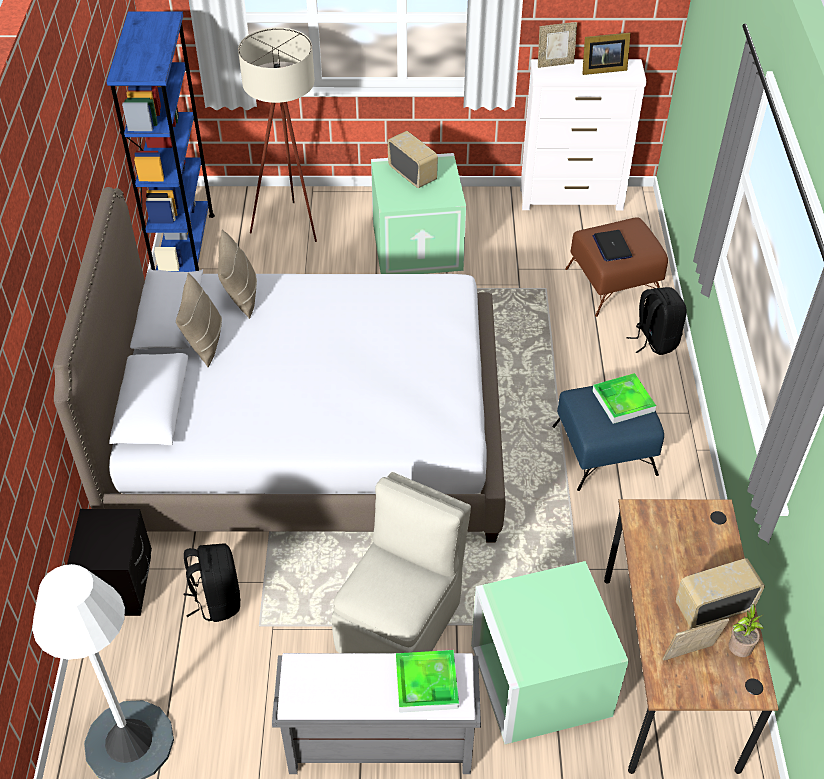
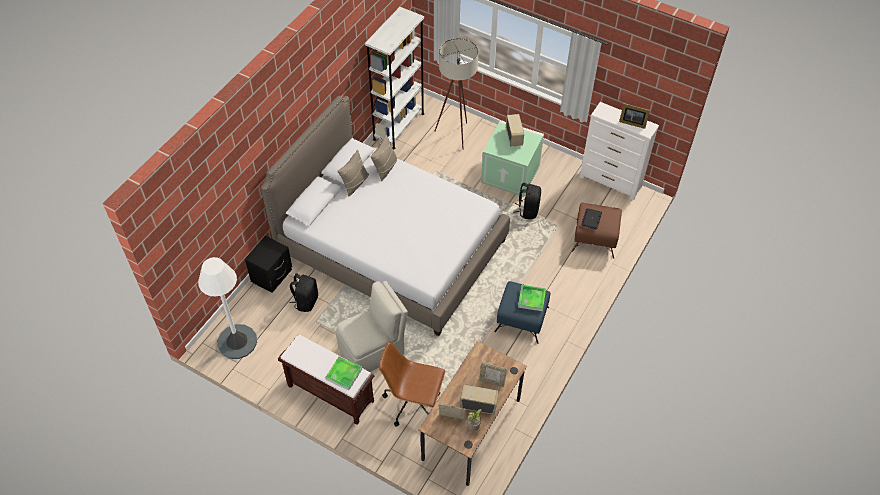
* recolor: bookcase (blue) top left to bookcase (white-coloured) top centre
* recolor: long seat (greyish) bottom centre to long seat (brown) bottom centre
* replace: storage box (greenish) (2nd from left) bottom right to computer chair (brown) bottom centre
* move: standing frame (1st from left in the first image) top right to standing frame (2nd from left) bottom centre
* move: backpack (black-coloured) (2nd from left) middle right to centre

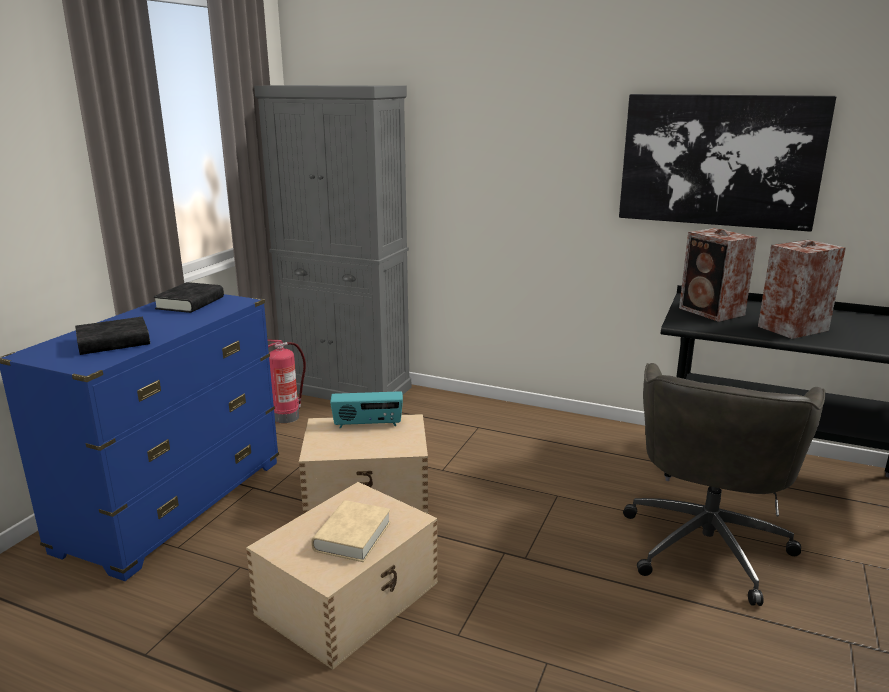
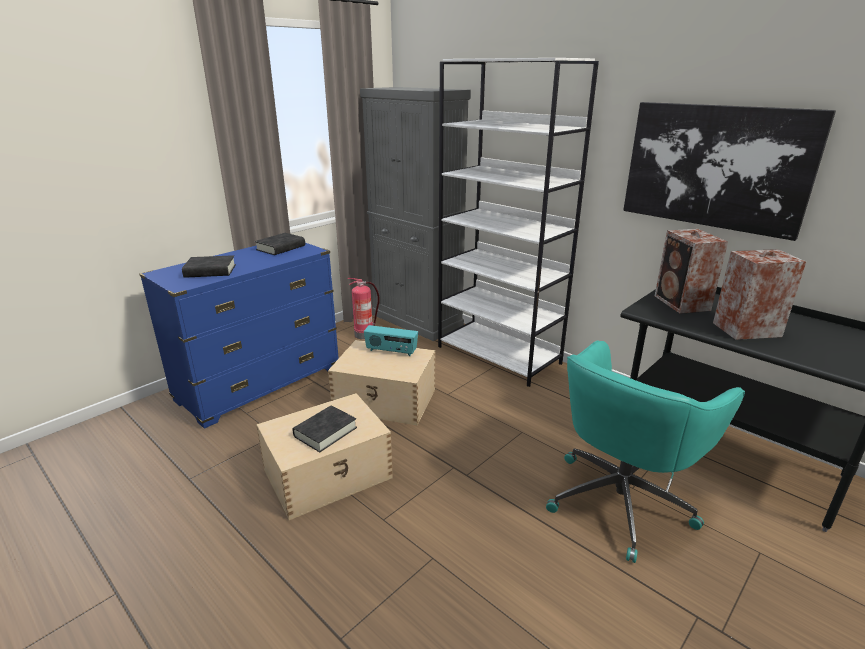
* recolor: bound book (sand-coloured) bottom centre to bound book (black-coloured) (3rd from left) centre
* recolor: computer chair (greyish) bottom right to computer chair (blue-green) bottom right
* insert: bookcase (white-coloured) centre

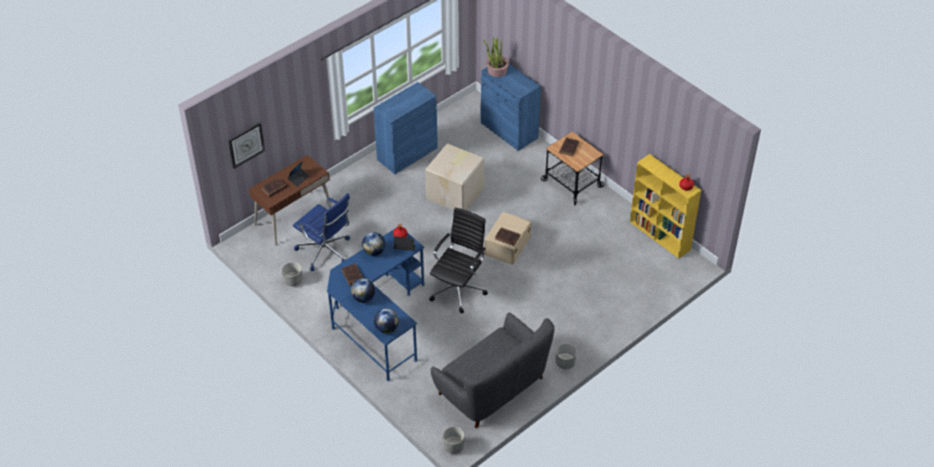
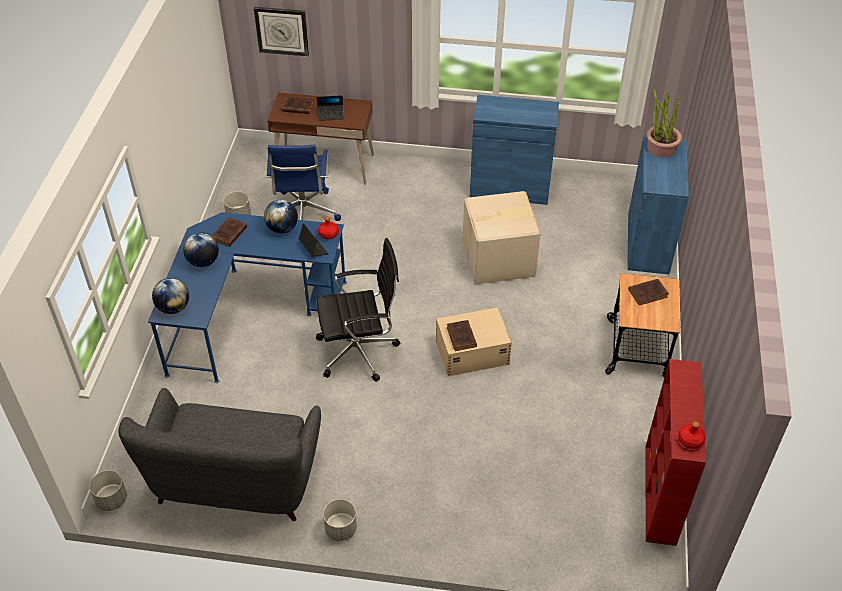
* recolor: bookcase (yellowish) middle right to bookcase (reddish) bottom right

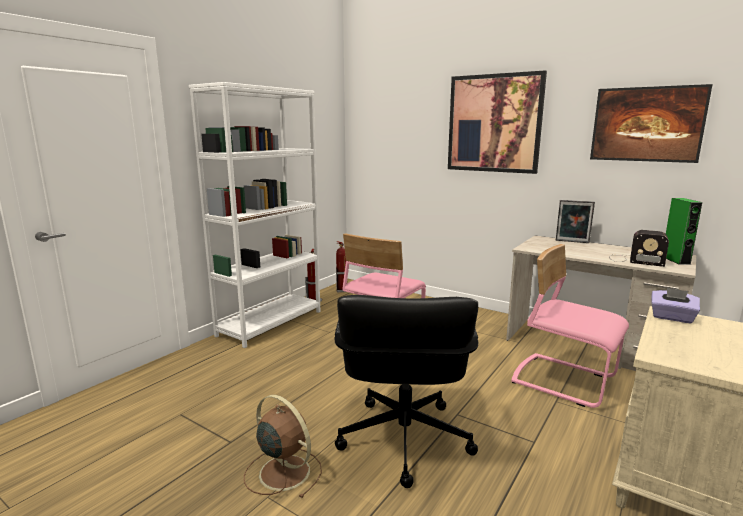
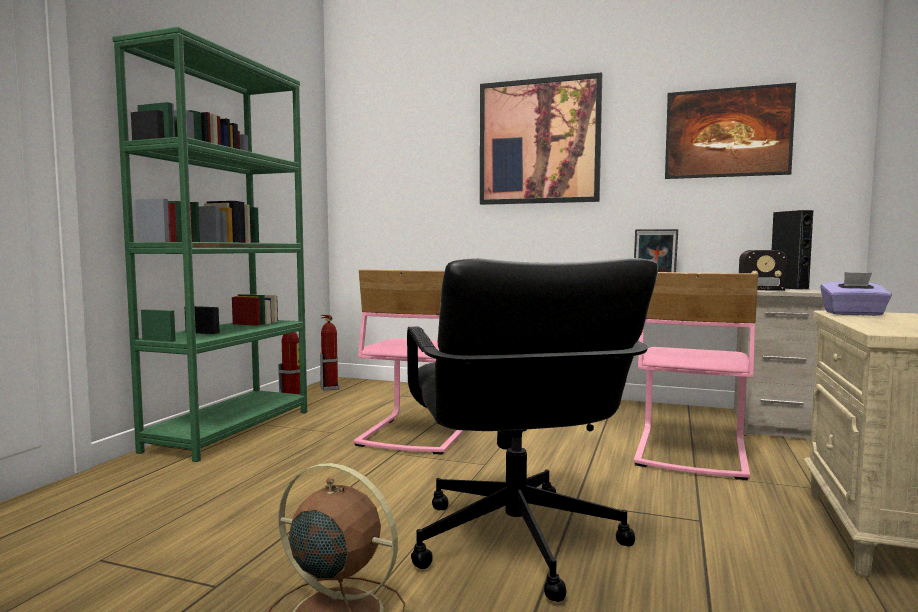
* recolor: bookcase (white-coloured) centre to bookcase (greenish) middle left
* rotate: chair (pinkish) (2nd from left) middle right = middle right 90 degrees counterclockwise
* recolor: loudspeaker (greenish) middle right to loudspeaker (black-coloured) middle right

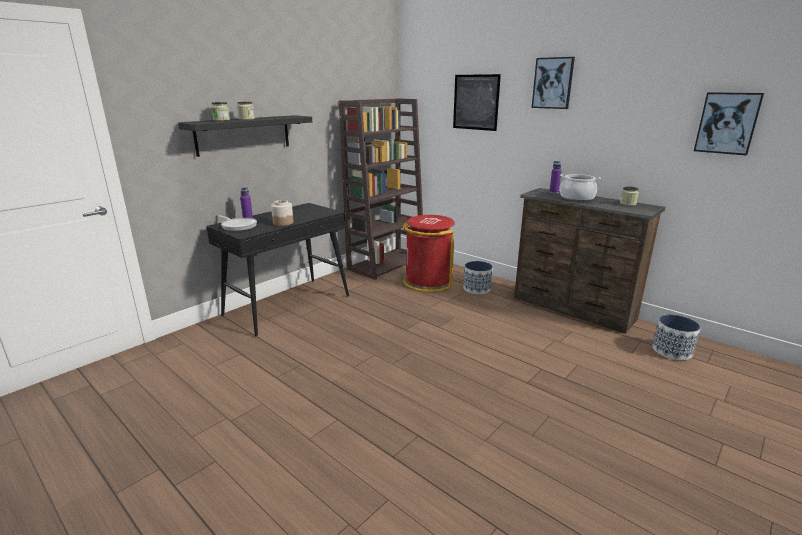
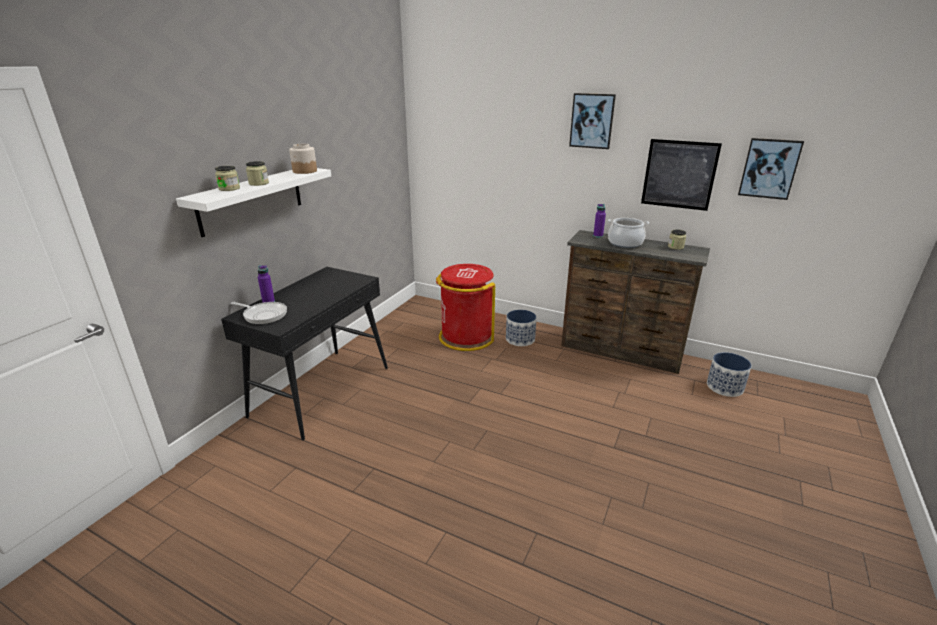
* recolor: shelf (black-coloured) top left to shelf (white-coloured) top left
* move: jar (3rd from left) centre to top left
* delete: bookcase (brown) centre
* move: wall picture (1st from left in the first image) top centre to wall picture (2nd from left) top right

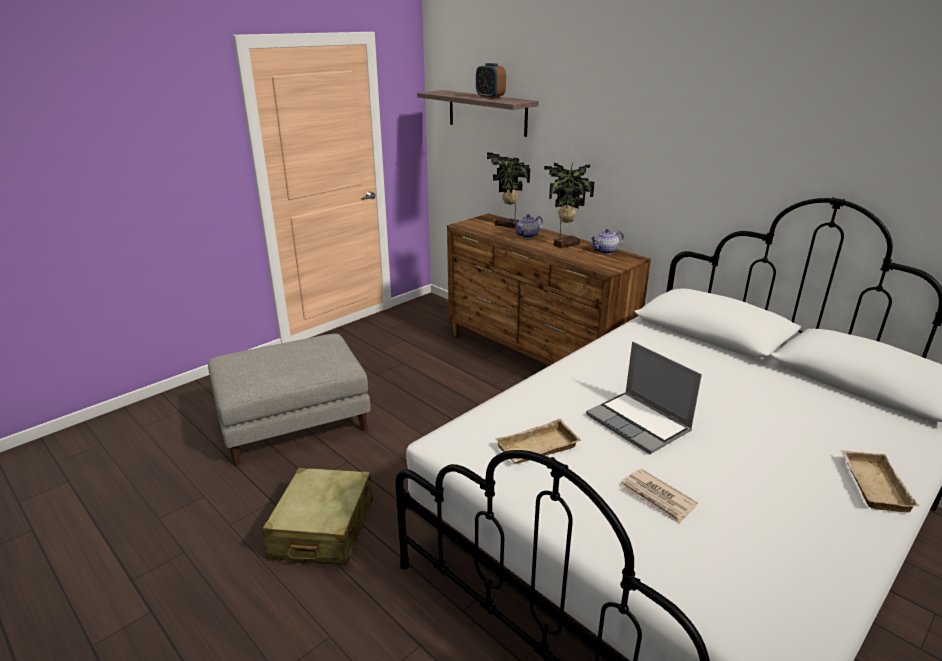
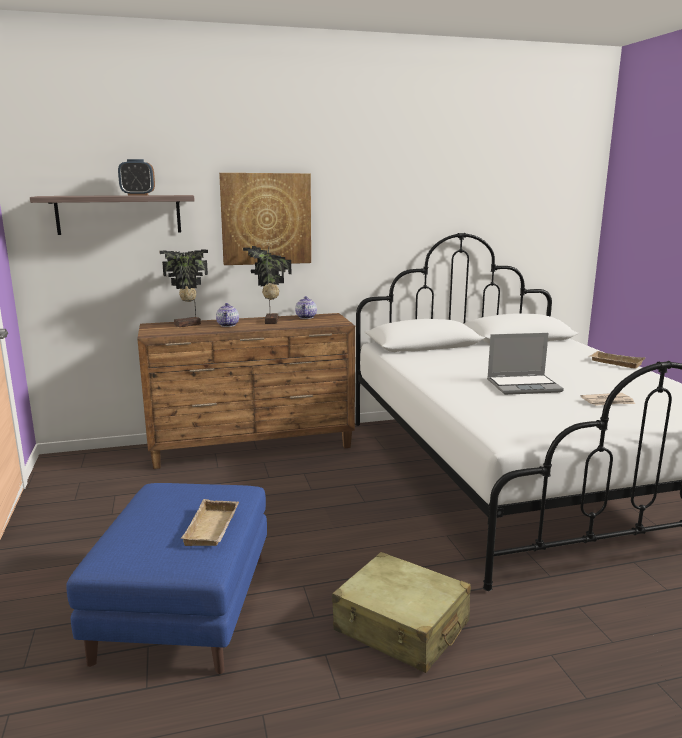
* recolor: footrest (greyish) middle left to footrest (blue) bottom left
* move: carrying tray (sand-coloured) (1st from left) bottom centre to bottom left
* insert: wall picture top centre

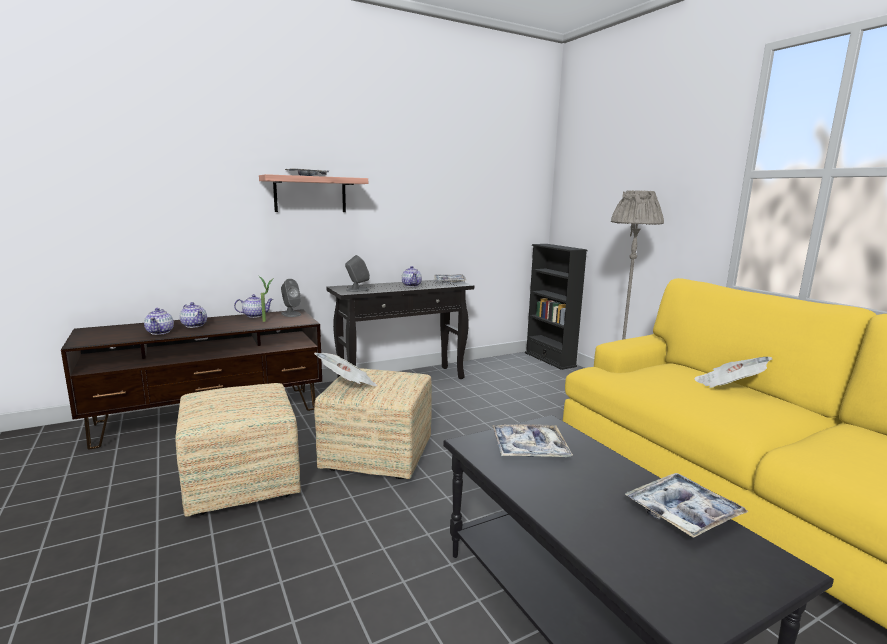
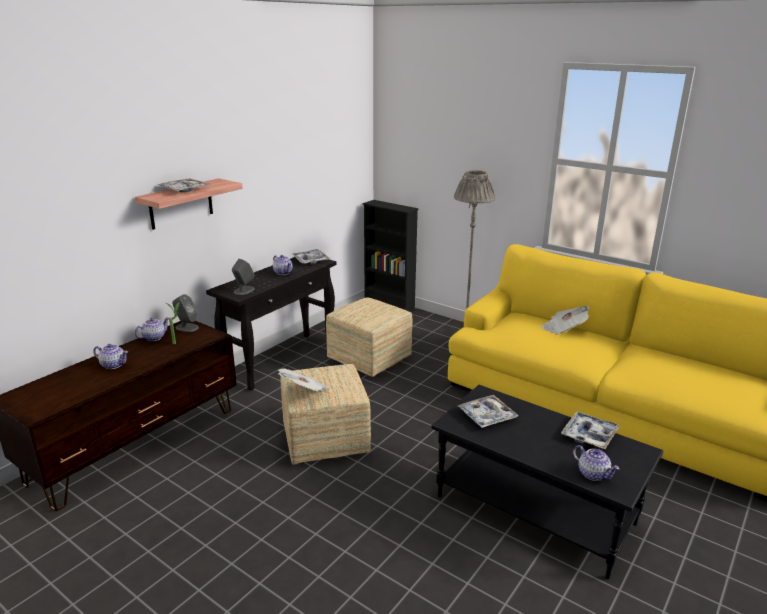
* move: tea pot (1st from left in the first image) middle left to tea pot (4th from left) bottom right
* move: footrest (1st from left in the first image) bottom left to footrest (2nd from left) centre

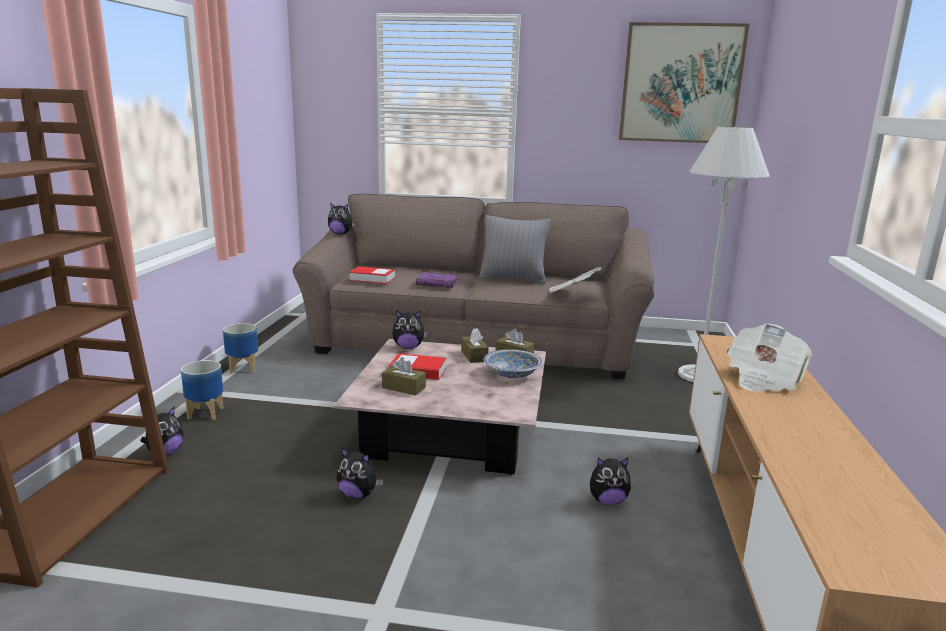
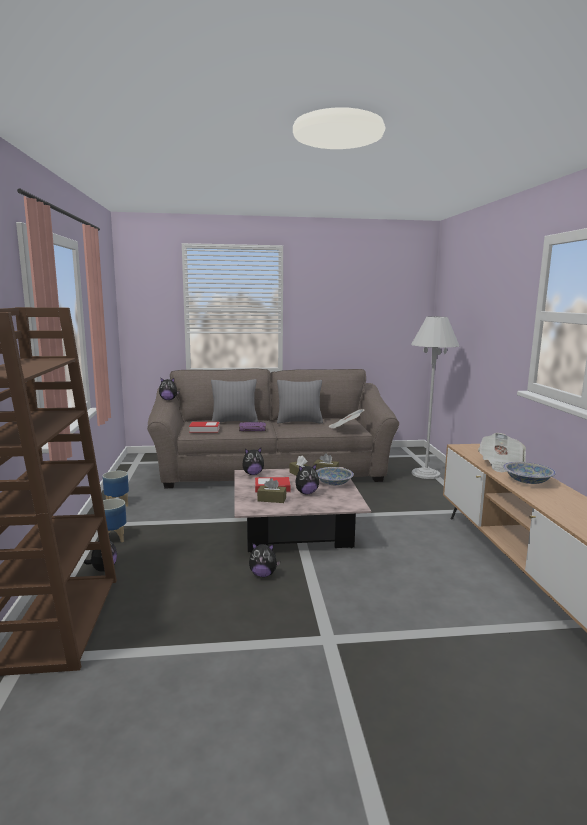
* move: cuddly toy (5th from left) bottom centre to centre
* delete: wall picture top right
* insert: cushion (greyish) (1st from left) centre
* insert: bowl (2nd from left) middle right

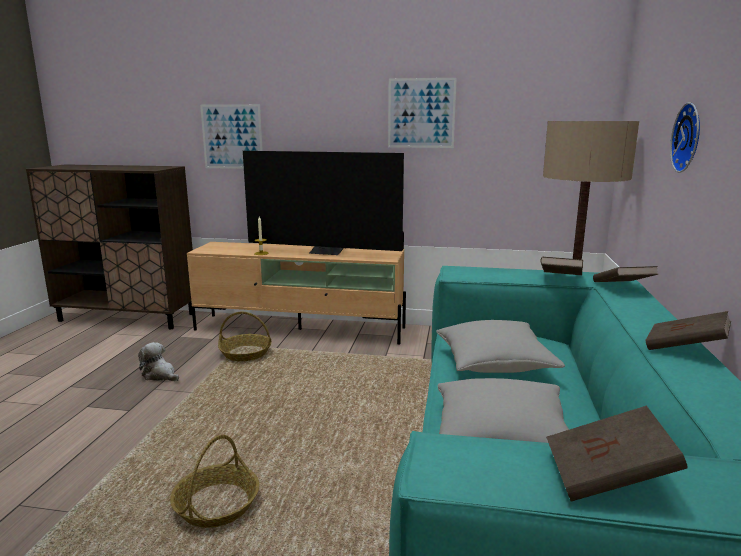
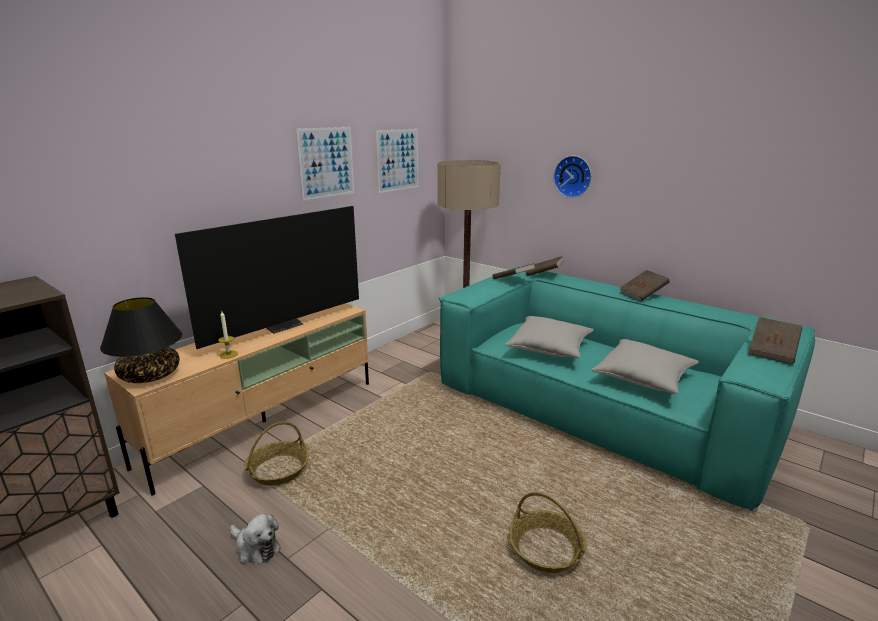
* rotate: cuddly toy middle left = bottom left 120 degrees counterclockwise
* move: wall picture (1st from left in the first image) top left to wall picture (2nd from left) top centre
* insert: tabletop lamp (black-coloured) middle left

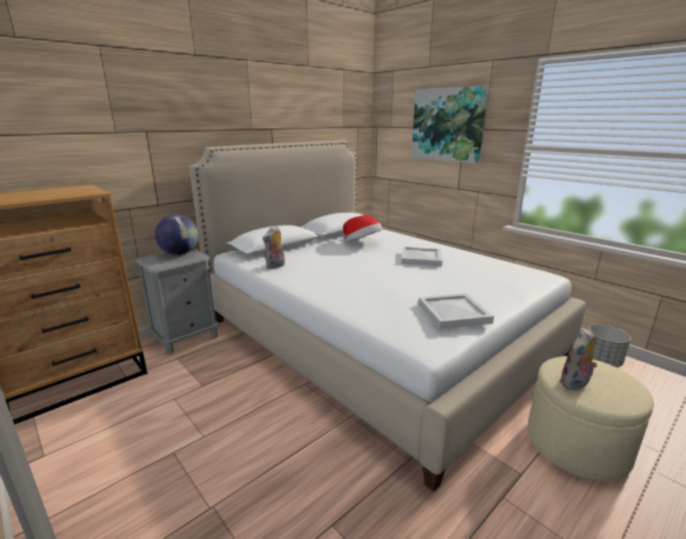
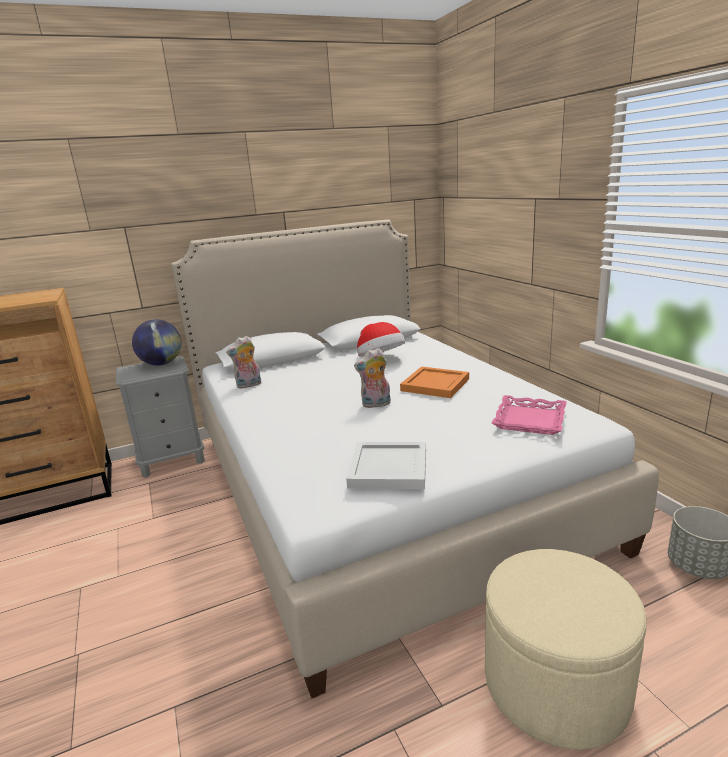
* recolor: carrying tray (white-coloured) (1st from left) centre to carrying tray (orangey) centre
* delete: wall picture top centre
* move: cuddly toy (2nd from left) middle right to centre
* insert: carrying tray (pinkish) middle right

